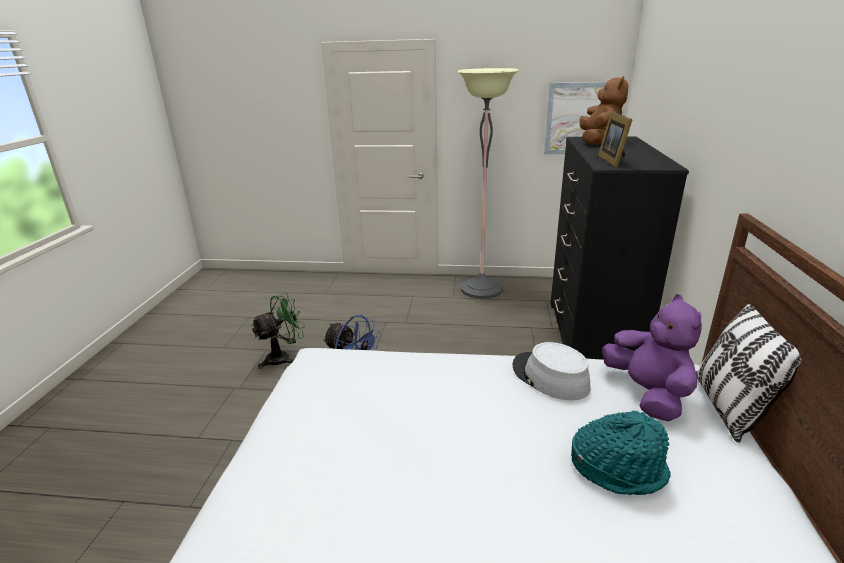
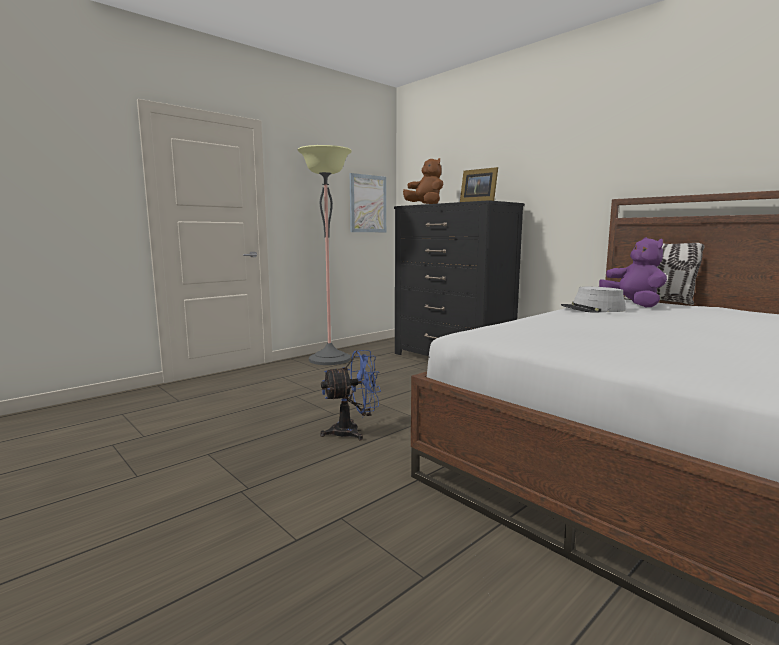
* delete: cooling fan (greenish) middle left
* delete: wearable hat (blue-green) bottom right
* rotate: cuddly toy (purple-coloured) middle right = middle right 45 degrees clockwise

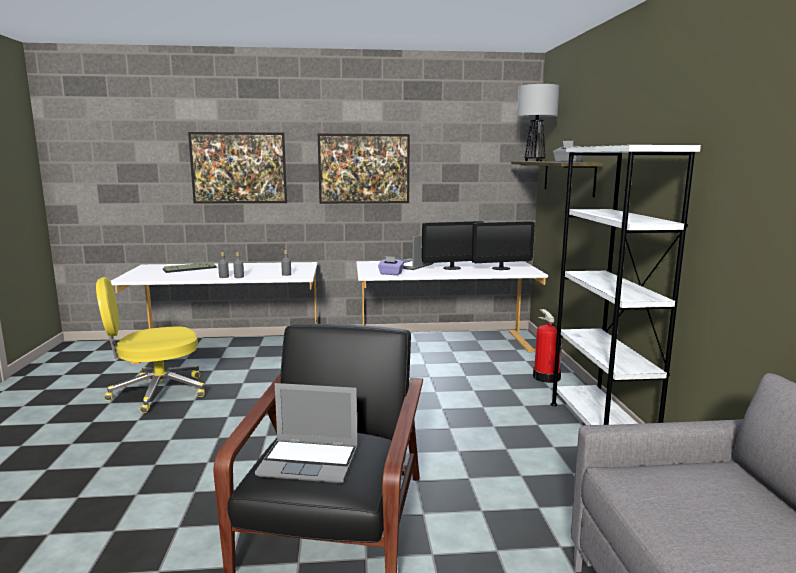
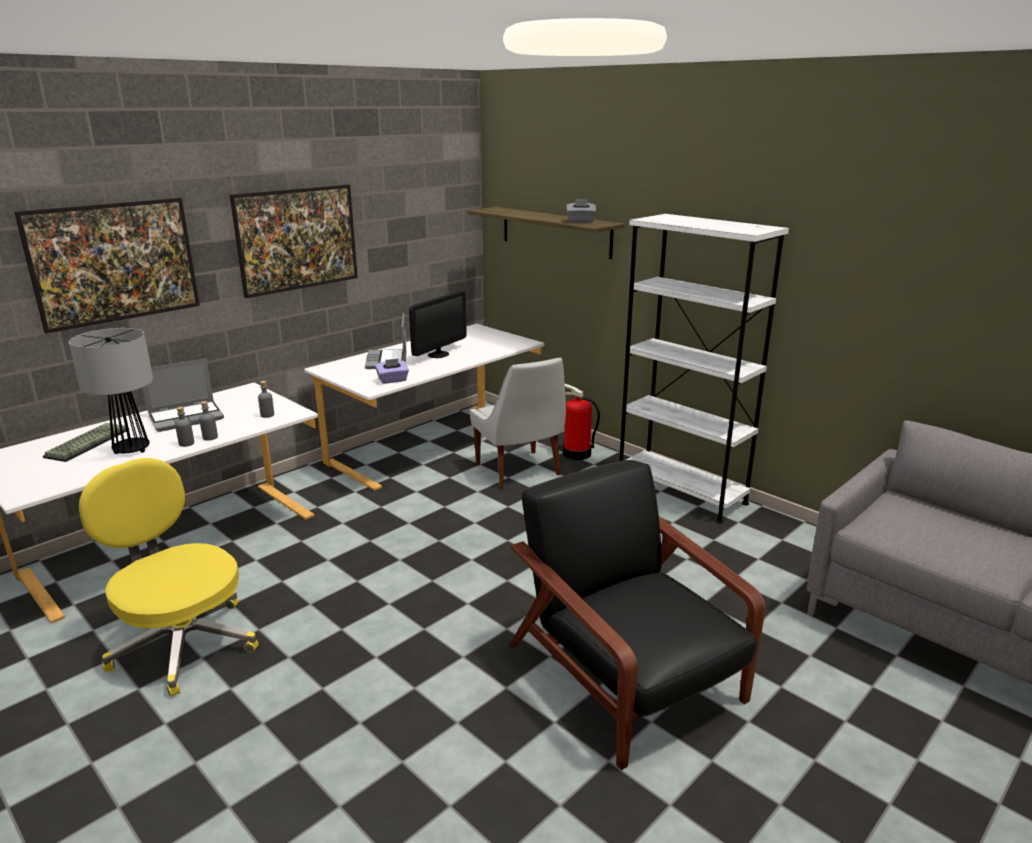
* rotate: computer chair (yellowish) middle left = bottom left 105 degrees clockwise
* move: portable computer (1st from left) bottom centre to middle left
* delete: computer screen (2nd from left) centre
* move: tabletop lamp top right to middle left
* insert: chair (white-coloured) centre

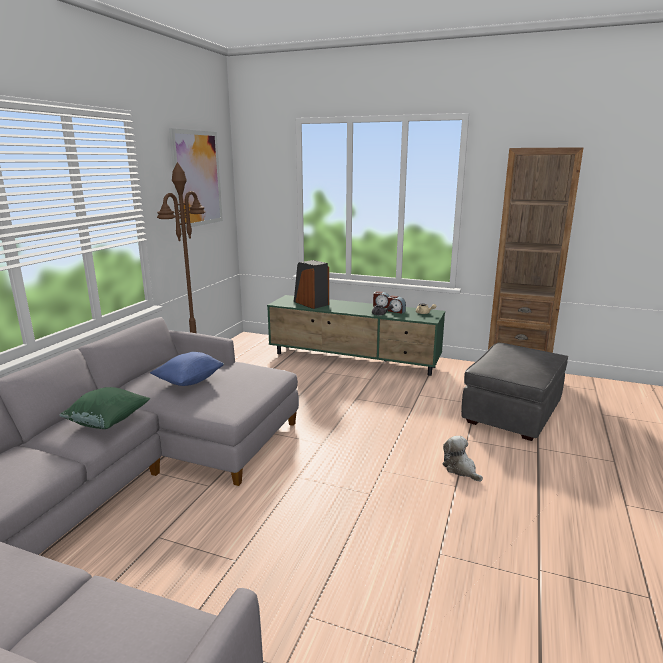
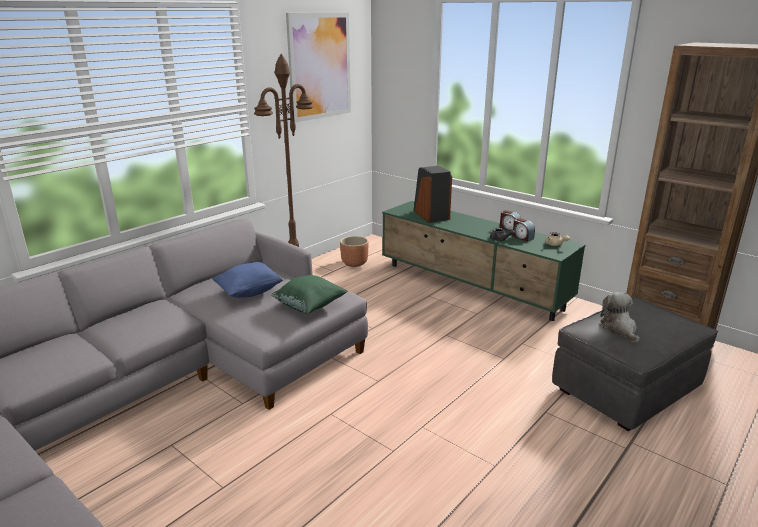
* move: cushion (greenish) middle left to centre
* move: cuddly toy bottom right to middle right
* insert: plant pot (brown) centre

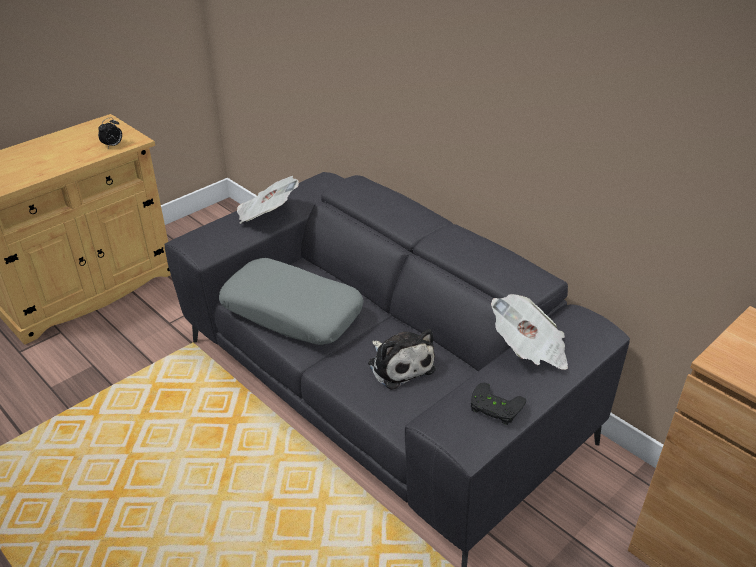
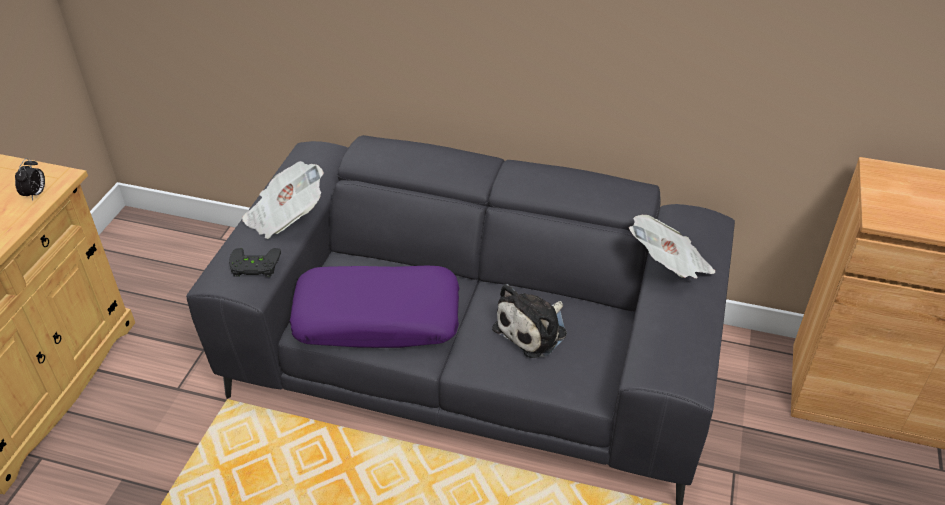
* recolor: cushion (greyish) centre to cushion (purple-coloured) centre
* rotate: cuddly toy centre = centre 105 degrees clockwise
* move: gamepad (black-coloured) bottom centre to middle left

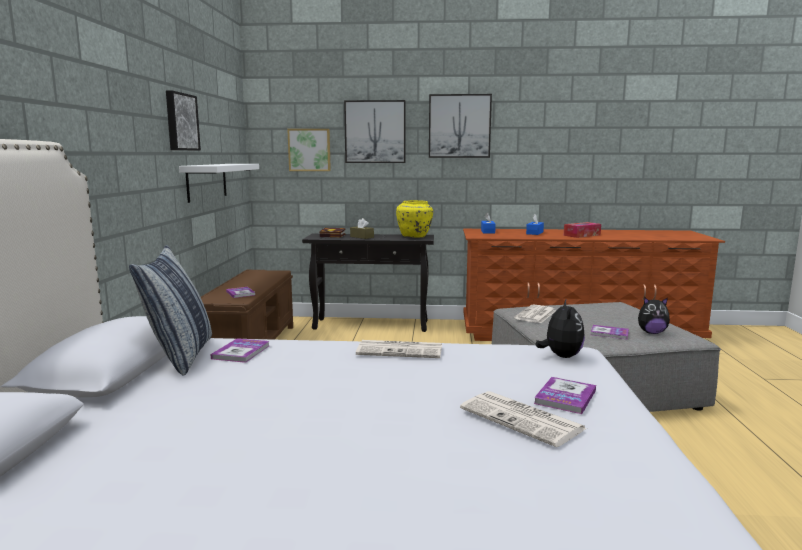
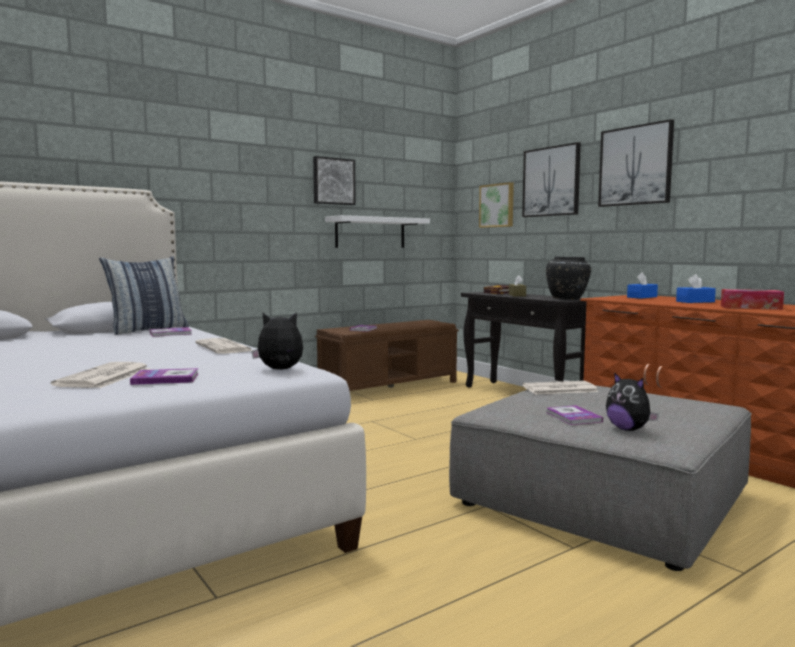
* recolor: flower vase (yellowish) centre to flower vase (black-coloured) middle right
* rotate: cuddly toy (1st from left) middle right = centre 150 degrees counterclockwise

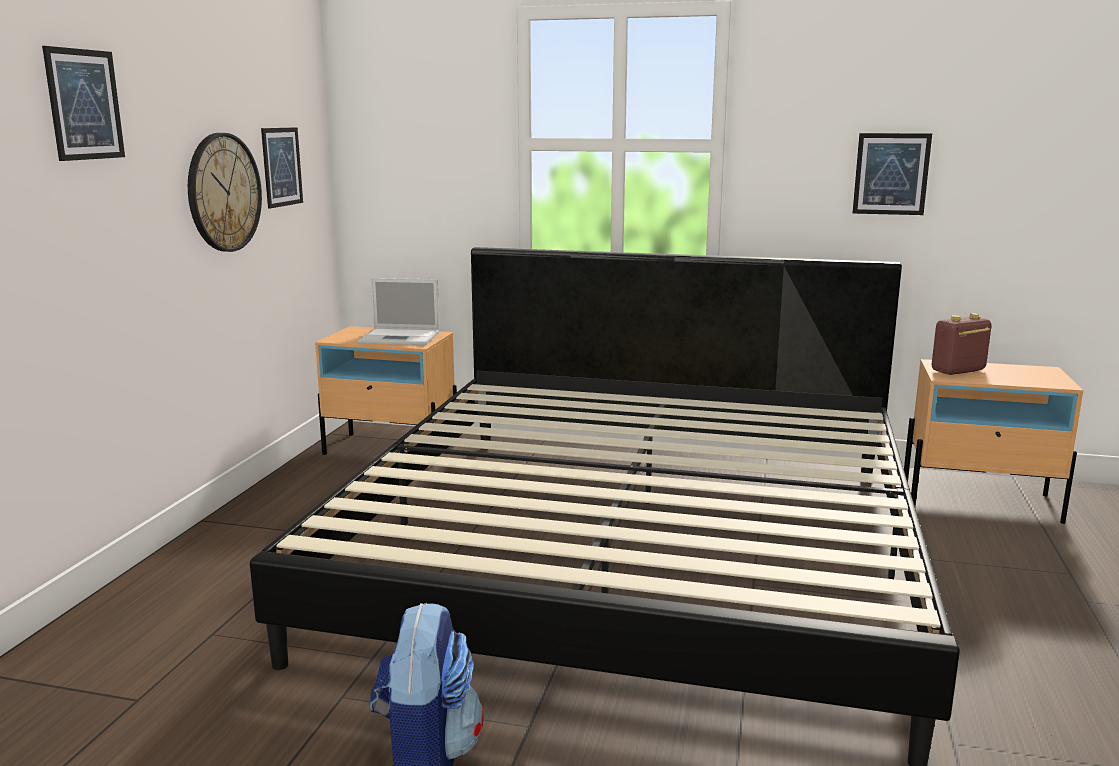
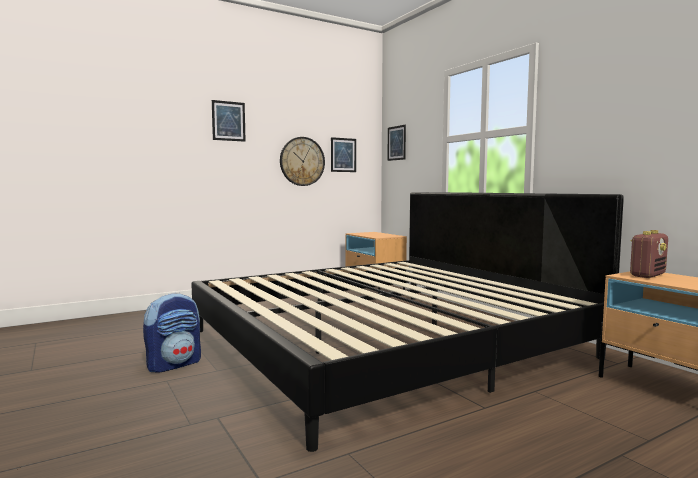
* delete: portable computer centre
* move: wall picture (3rd from left) top right to top centre
* rotate: radio set middle right = middle right 120 degrees clockwise

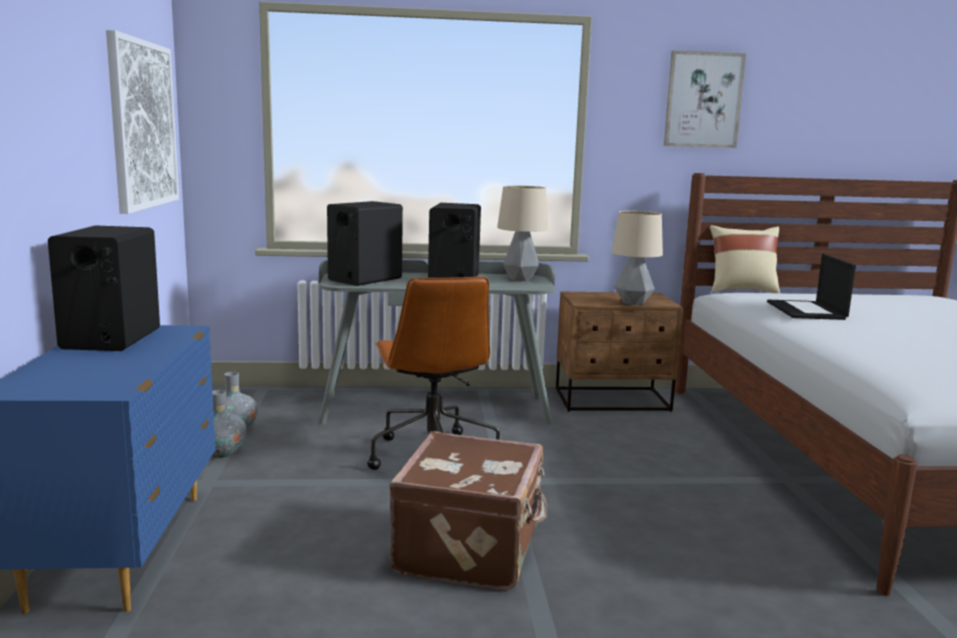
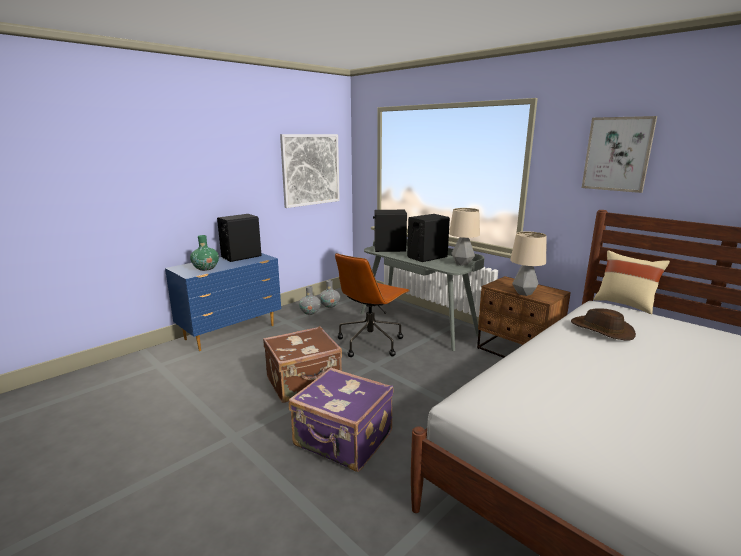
* replace: portable computer middle right to wearable hat (brown) middle right
* insert: flower vase (greenish) middle left
* insert: travel case (purple-coloured) bottom centre

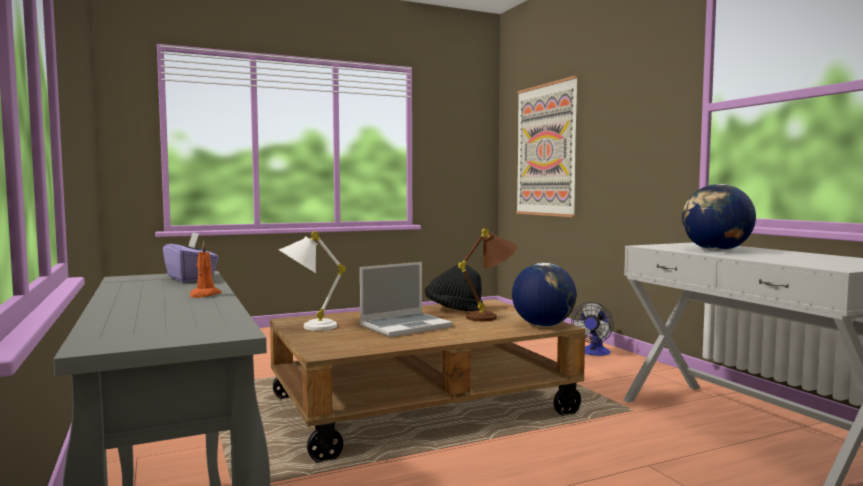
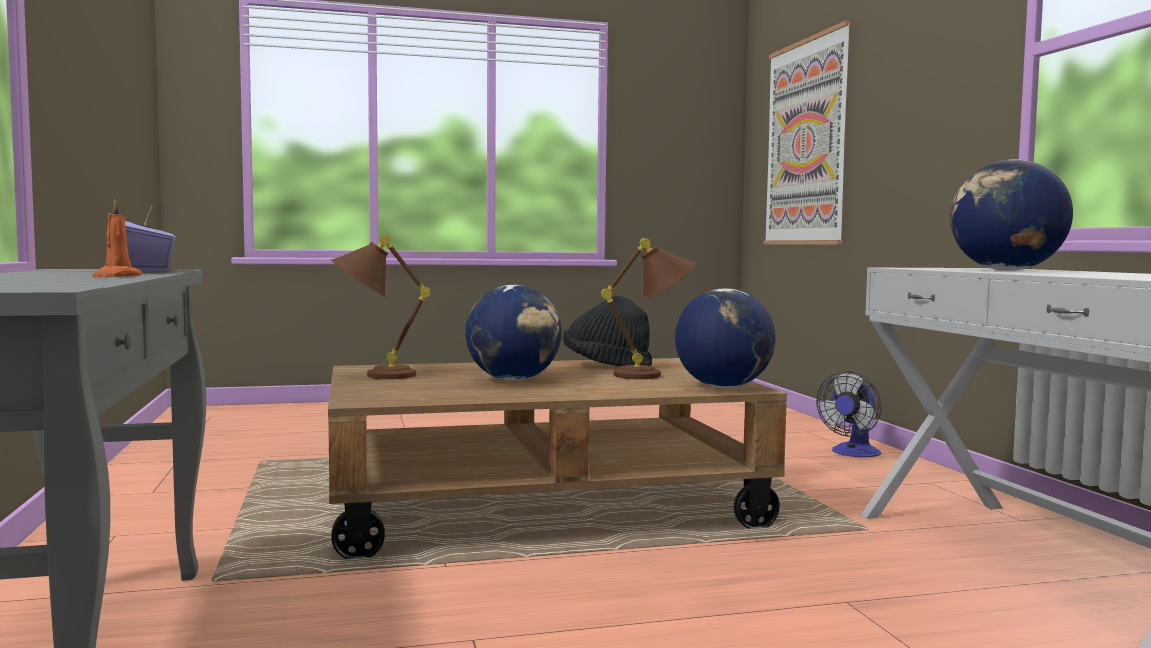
* recolor: tabletop lamp (white-coloured) centre to tabletop lamp (brown) (1st from left) middle left
* replace: portable computer centre to desk globe (1st from left) centre

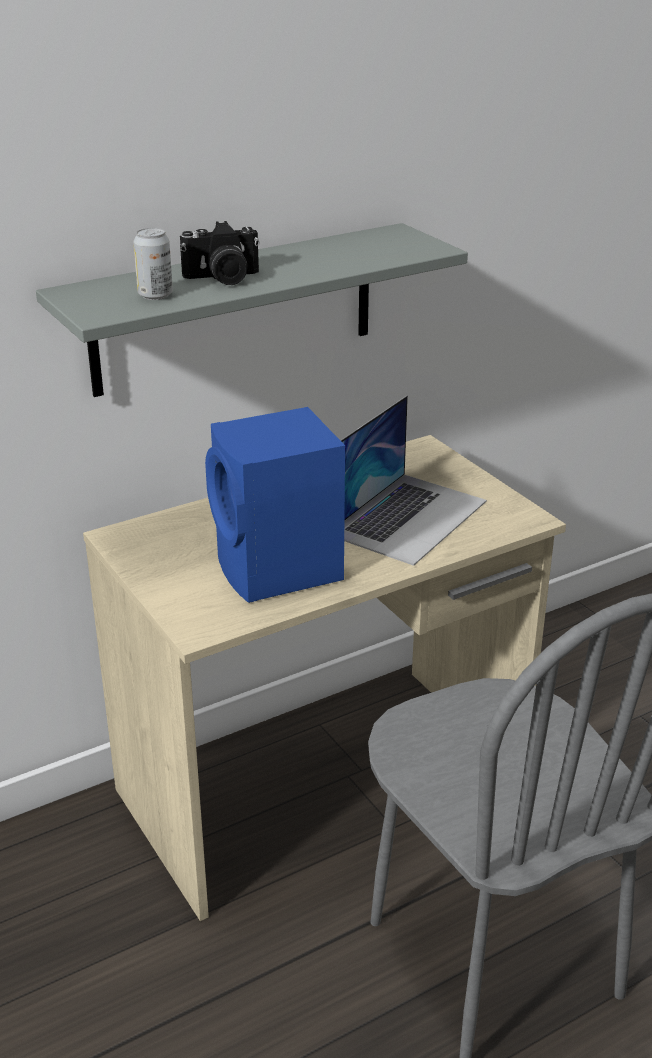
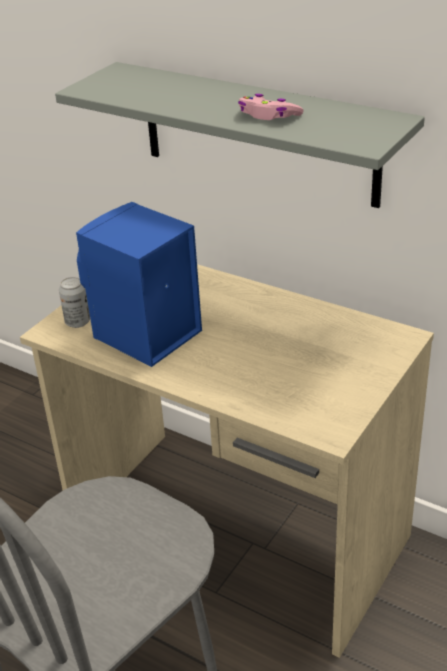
* move: can top left to middle left
* delete: still camera top centre
* delete: portable computer centre
* insert: gamepad (pinkish) top centre

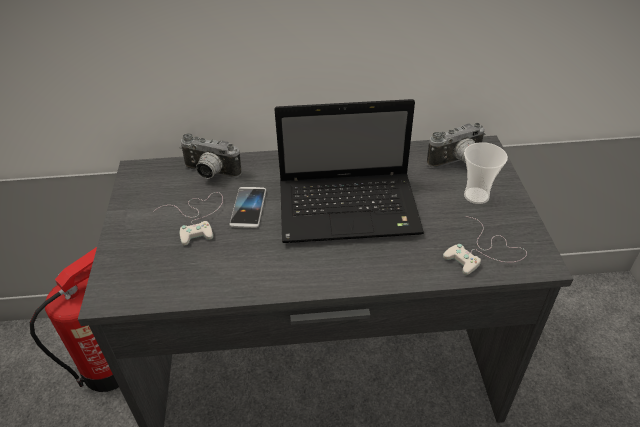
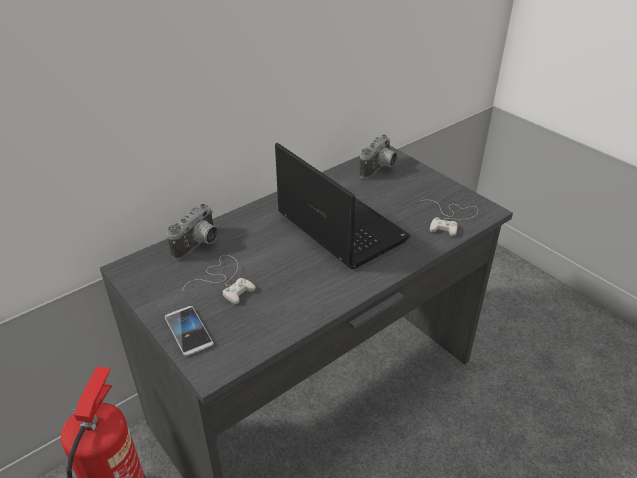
* rotate: still camera (1st from left) middle left = middle left 45 degrees counterclockwise
* move: telephone centre to bottom left
* rotate: portable computer centre = centre 90 degrees counterclockwise
* delete: cup middle right

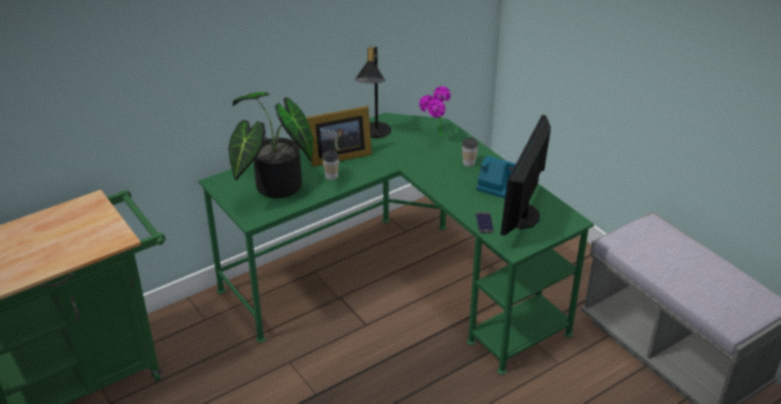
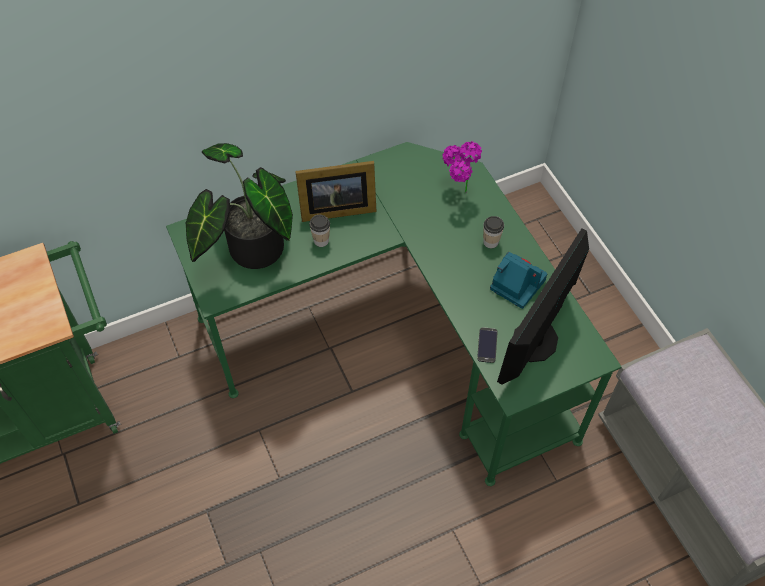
* delete: tabletop lamp (black-coloured) top centre

